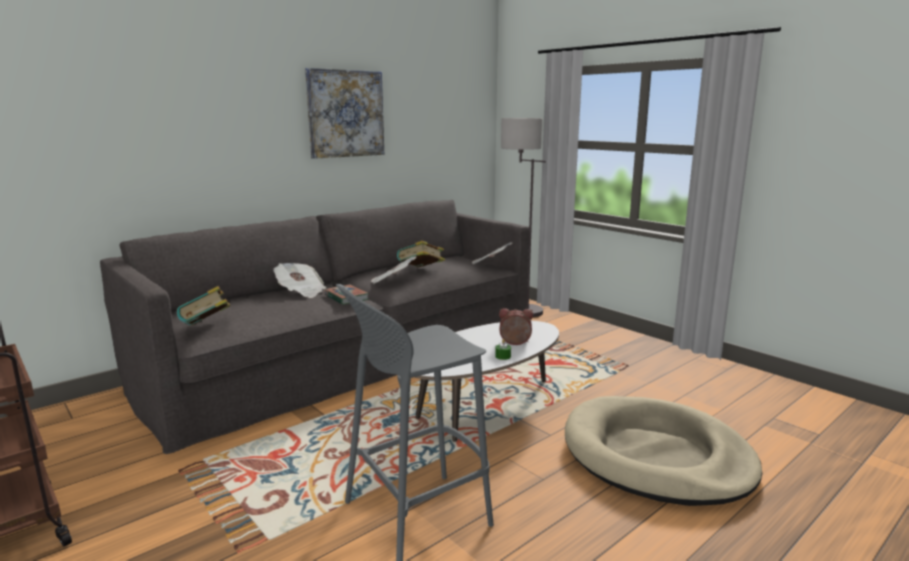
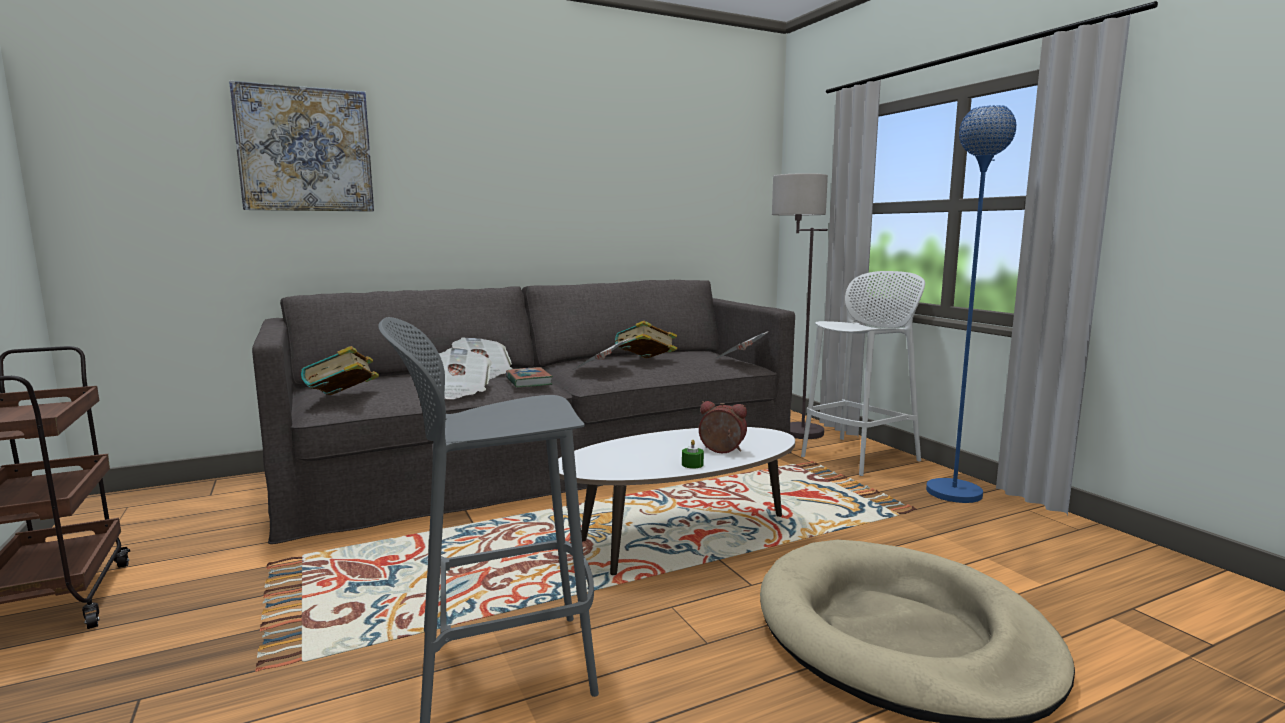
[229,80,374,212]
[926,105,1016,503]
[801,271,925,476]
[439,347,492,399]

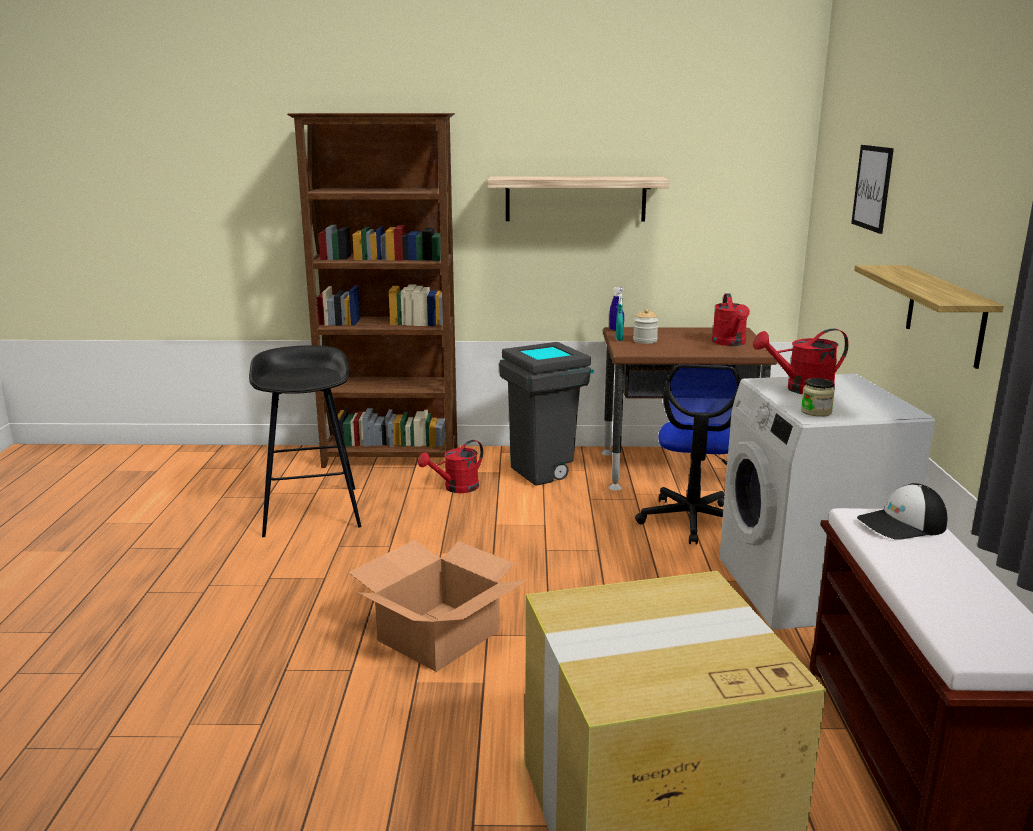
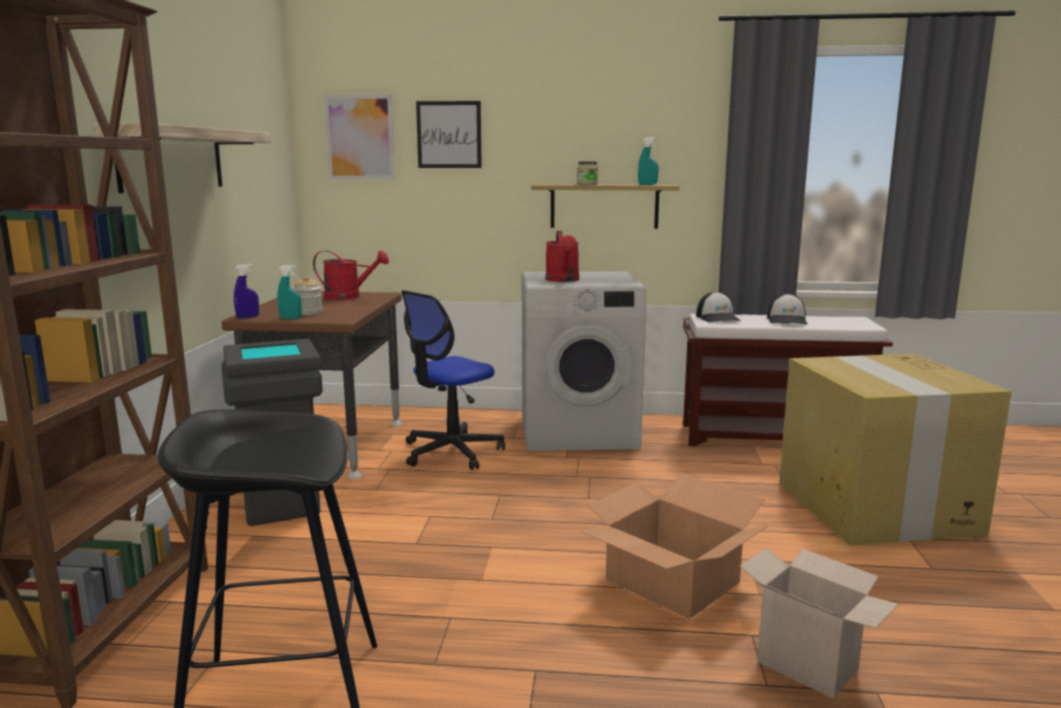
[401,290,505,470]
[577,162,598,185]
[418,440,483,493] (first image)
[324,95,395,180]
[638,137,659,185]
[767,294,808,325]
[740,548,899,698]

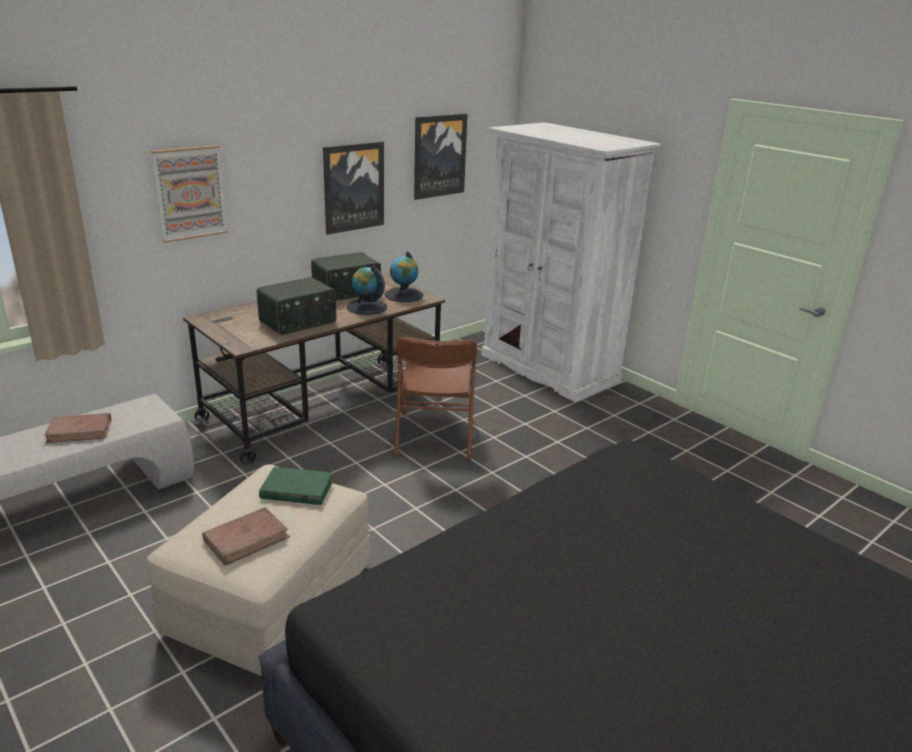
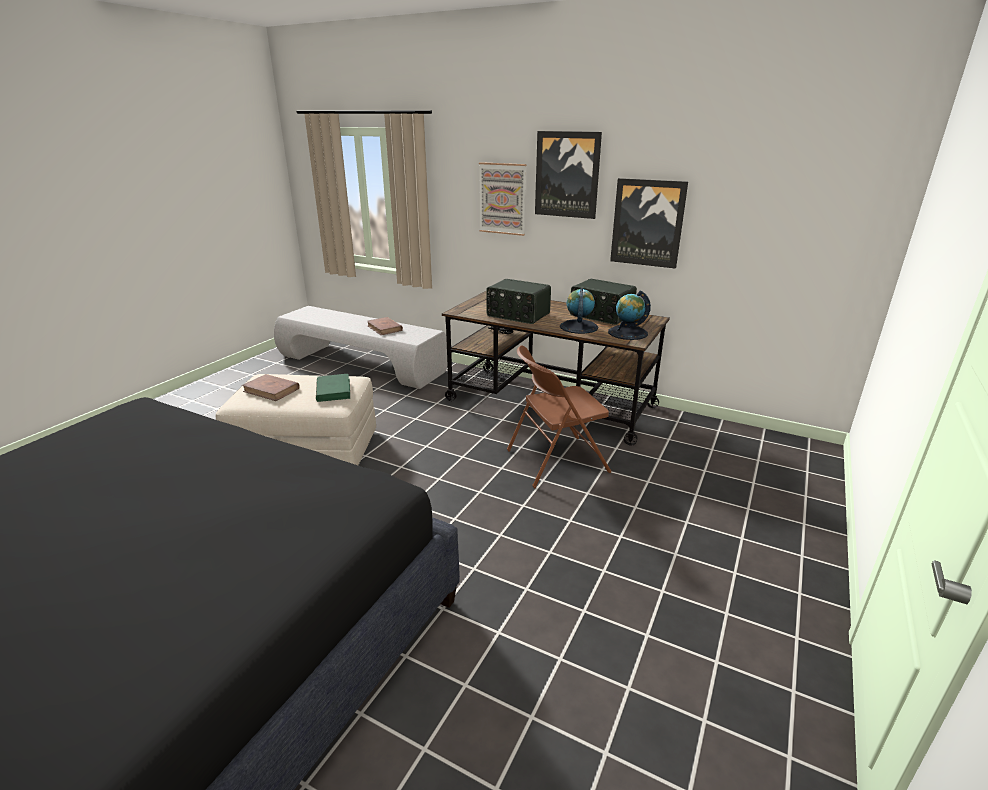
[535,131,602,219]
[481,122,661,402] (first image)

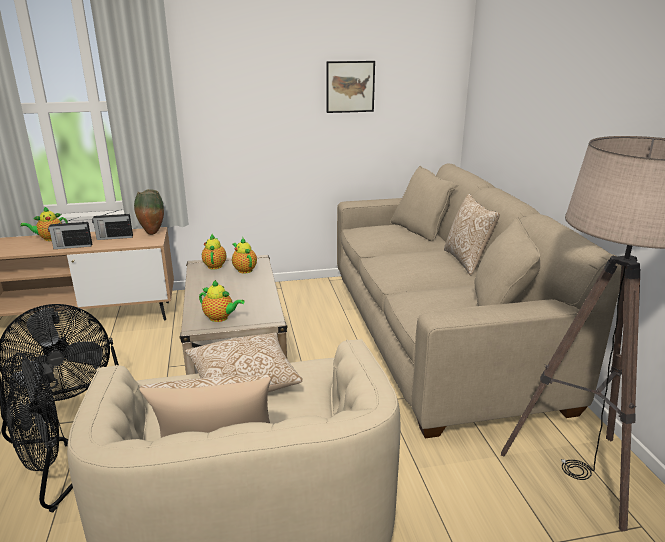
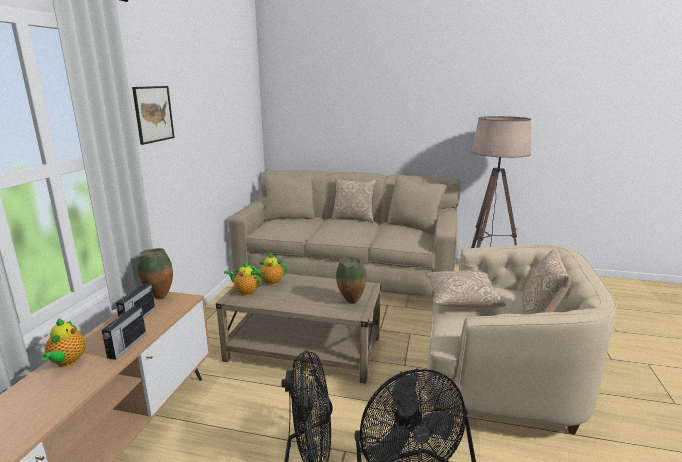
[132,86,175,145]
[336,257,366,304]

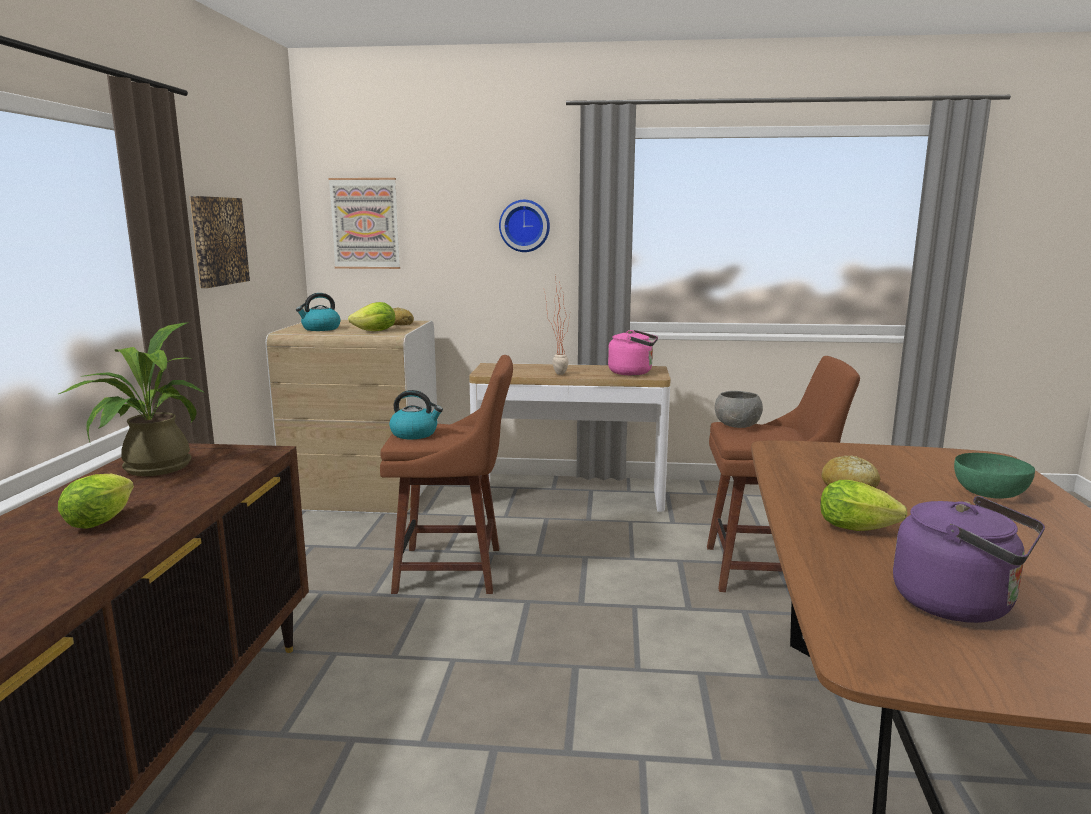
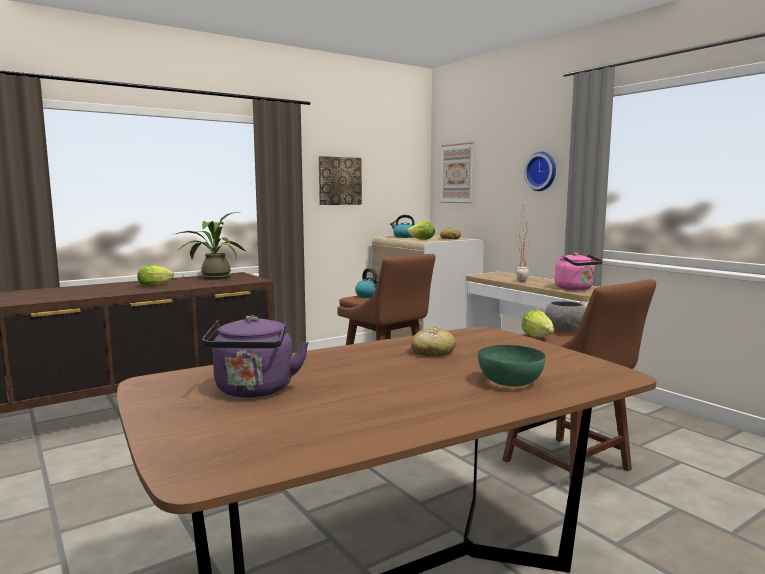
[522,310,554,337]

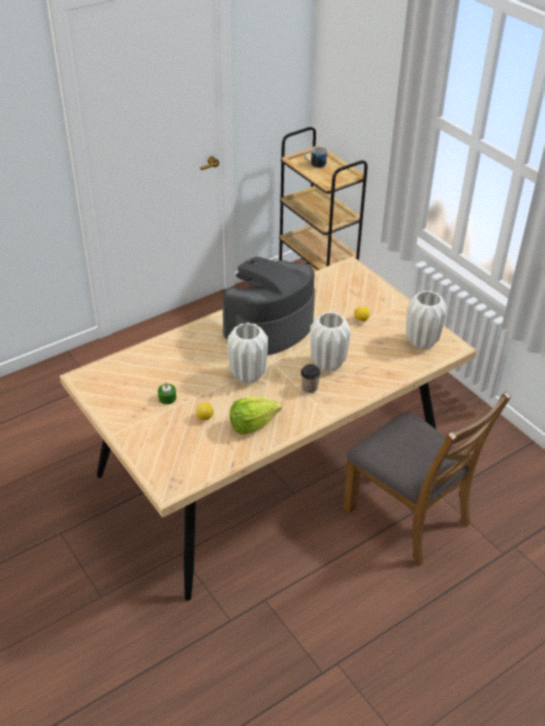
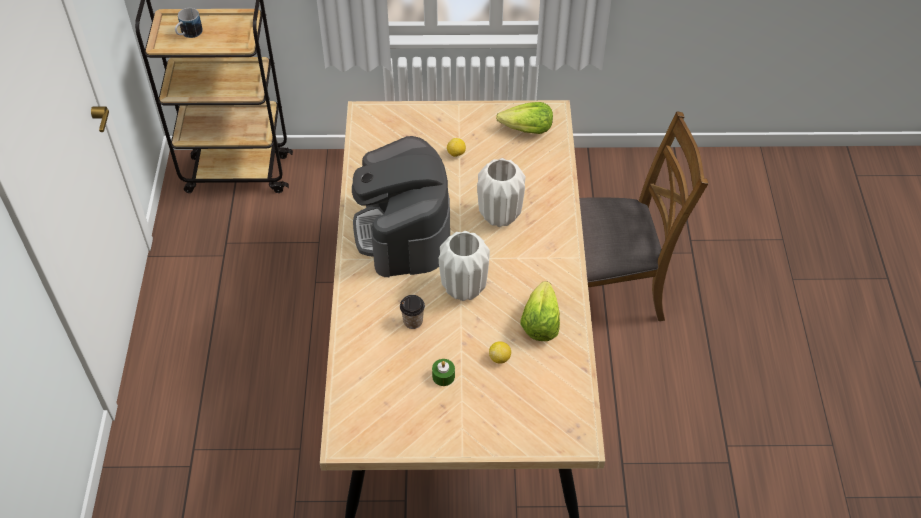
[496,102,553,134]
[400,295,425,329]

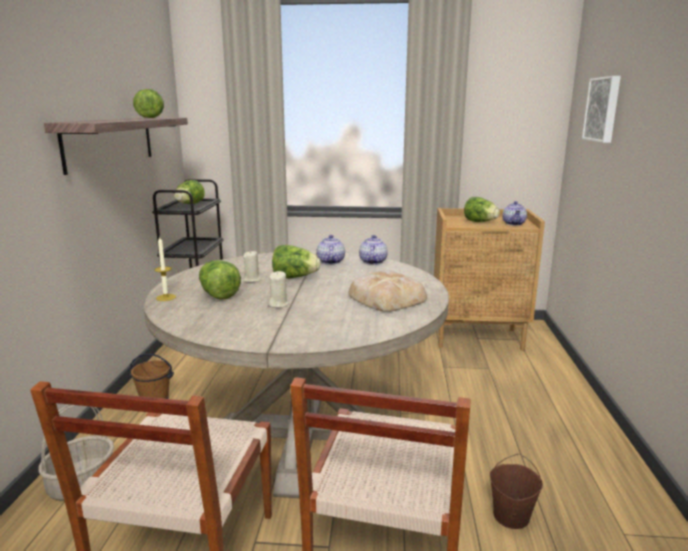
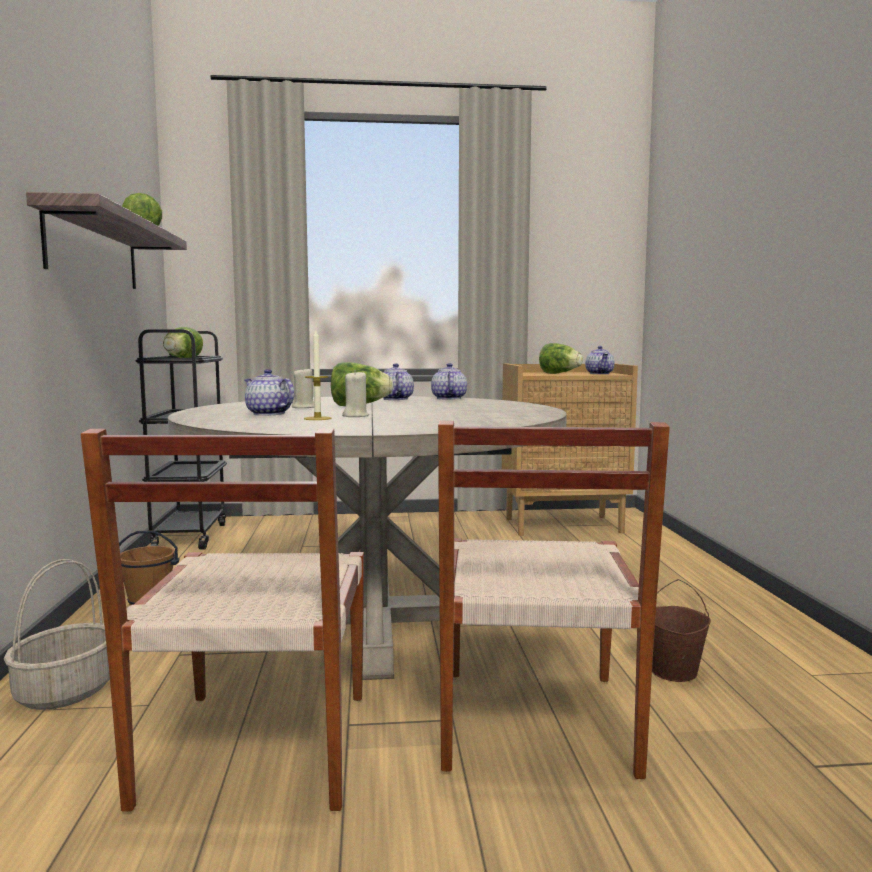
[582,76,621,143] (first image)
[304,330,331,420]
[245,369,294,416]
[348,270,427,312] (first image)

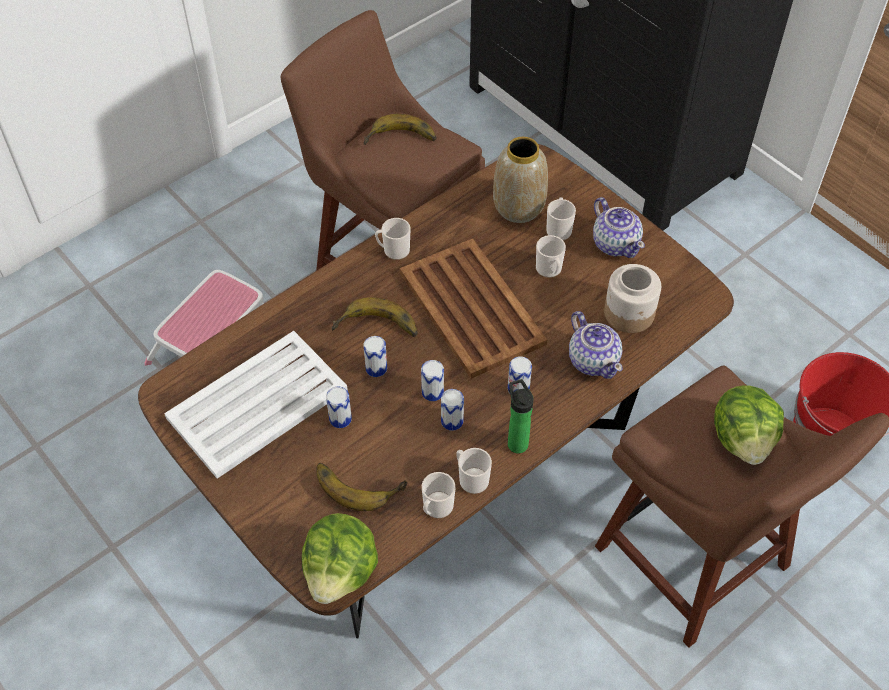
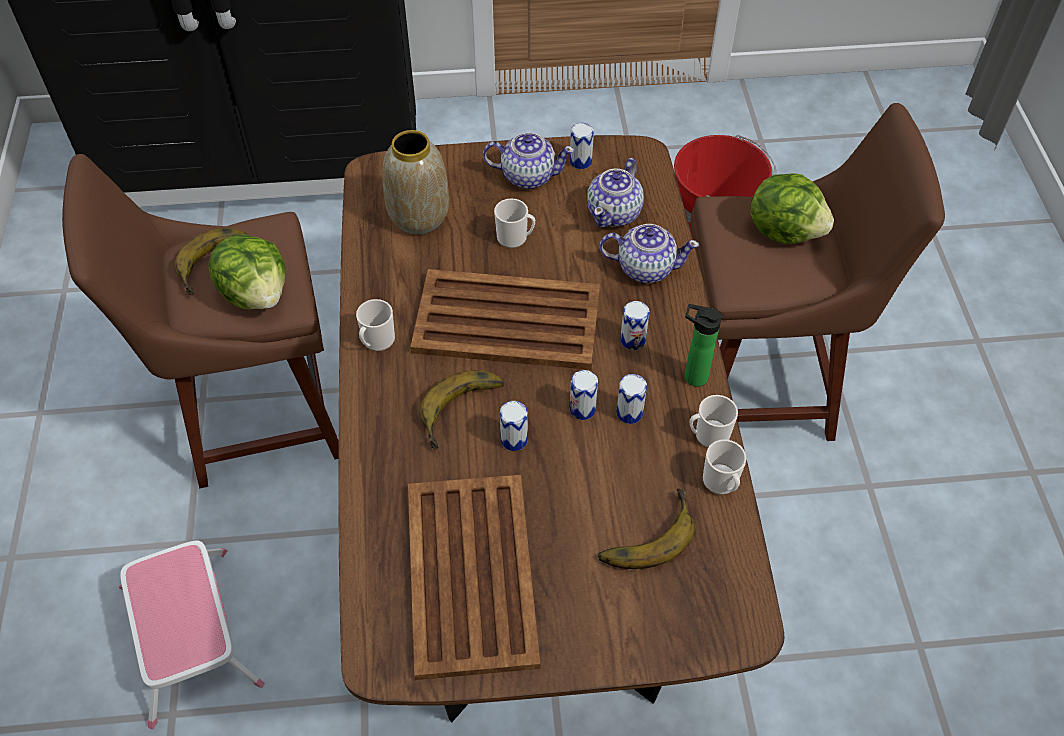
[546,197,576,240] (first image)
[587,158,644,228]
[408,475,540,680]
[570,123,594,169]
[209,234,285,309]

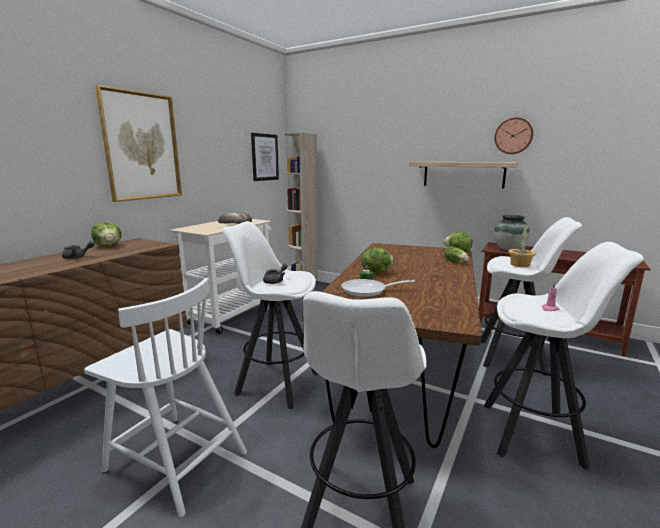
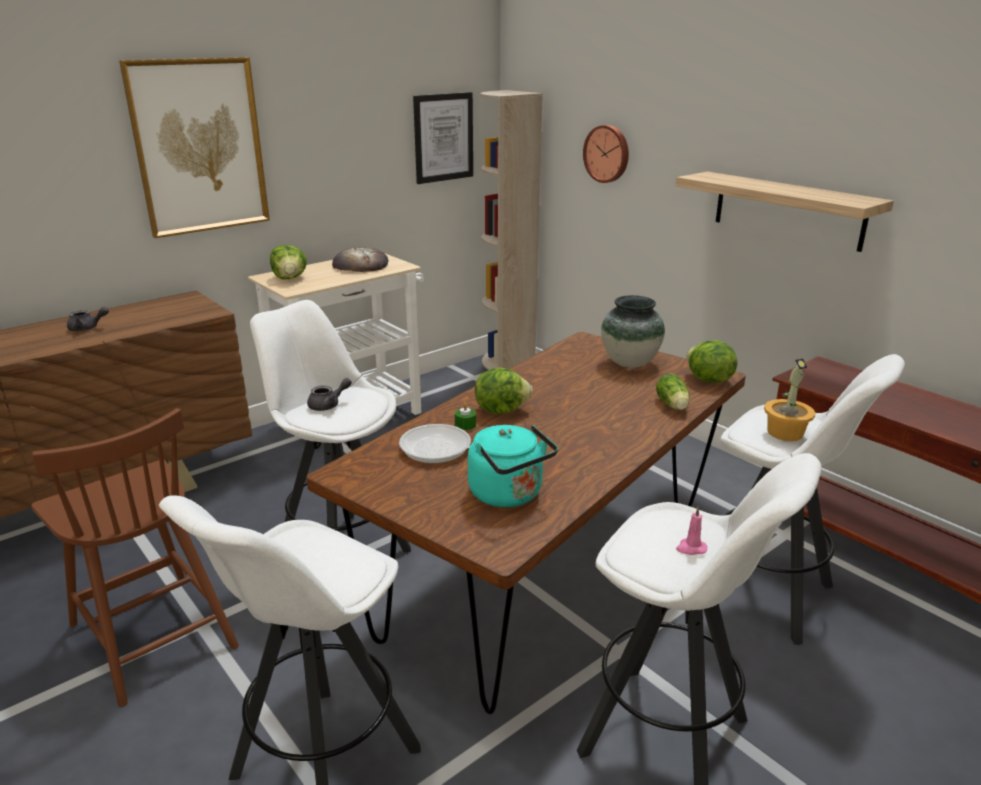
[583,125,629,183]
[601,295,665,368]
[270,245,307,279]
[31,408,239,707]
[468,425,558,507]

